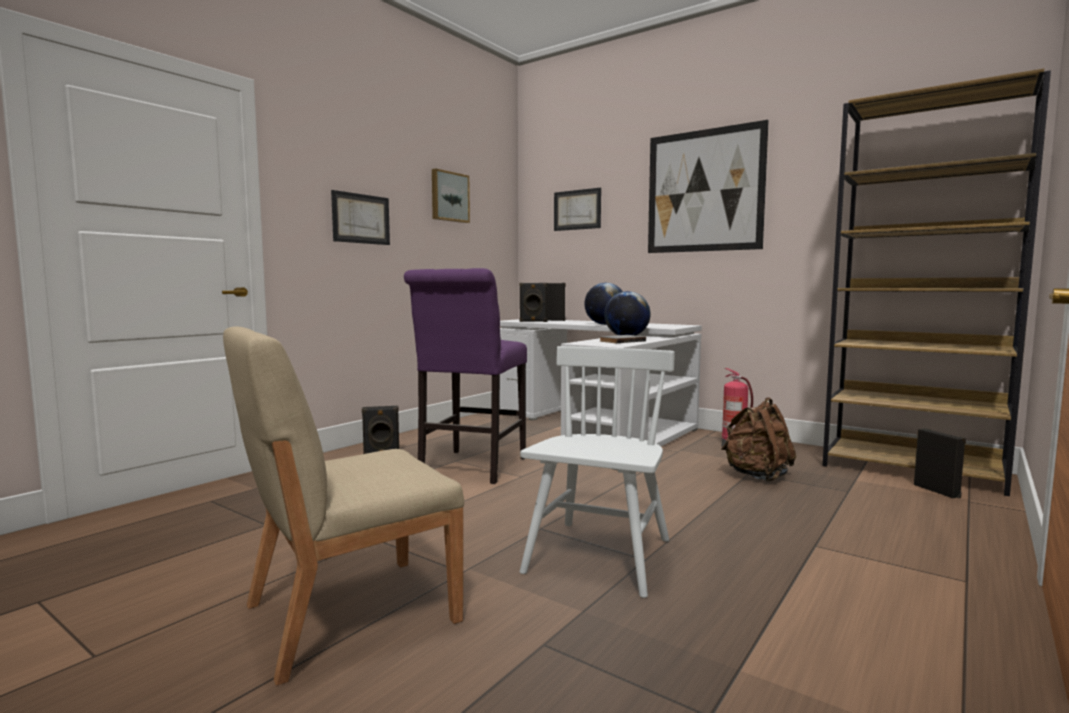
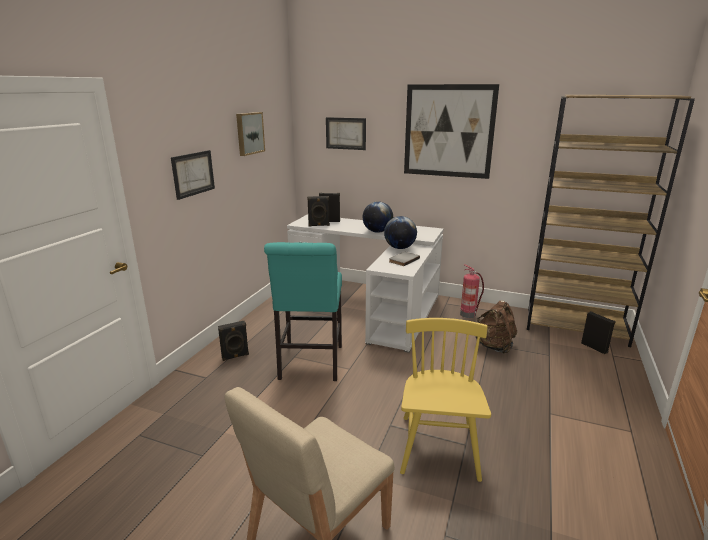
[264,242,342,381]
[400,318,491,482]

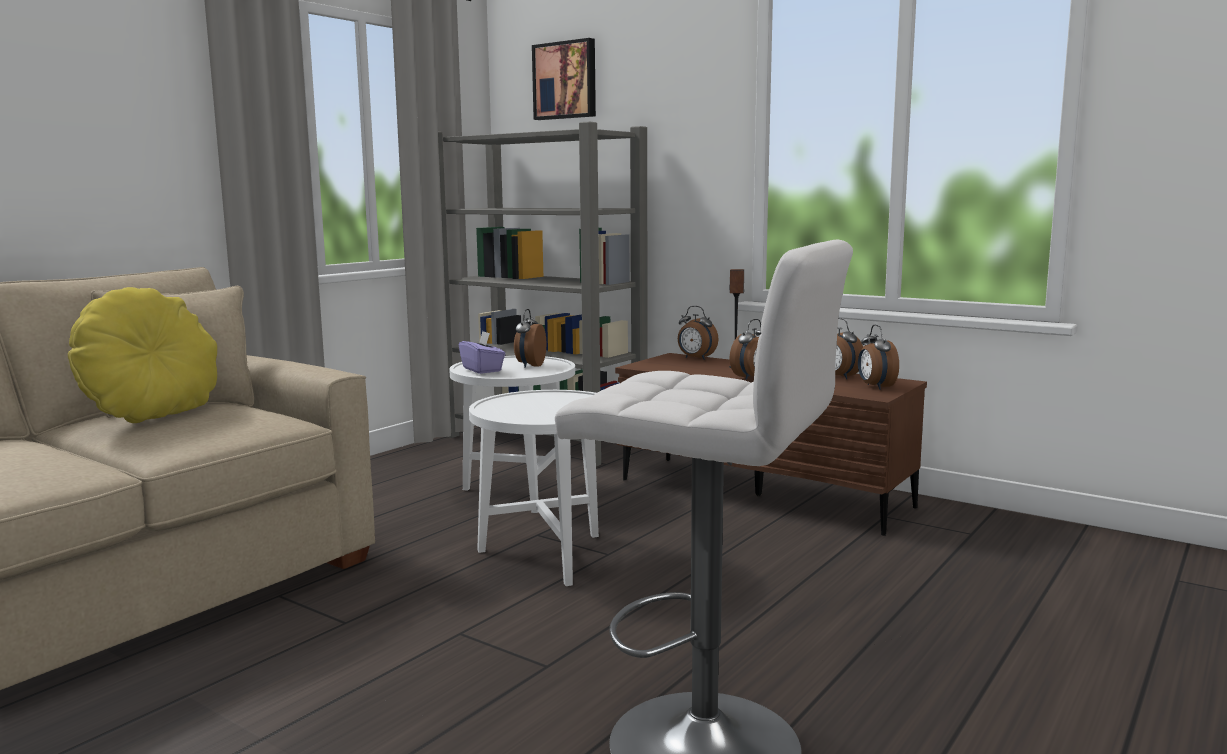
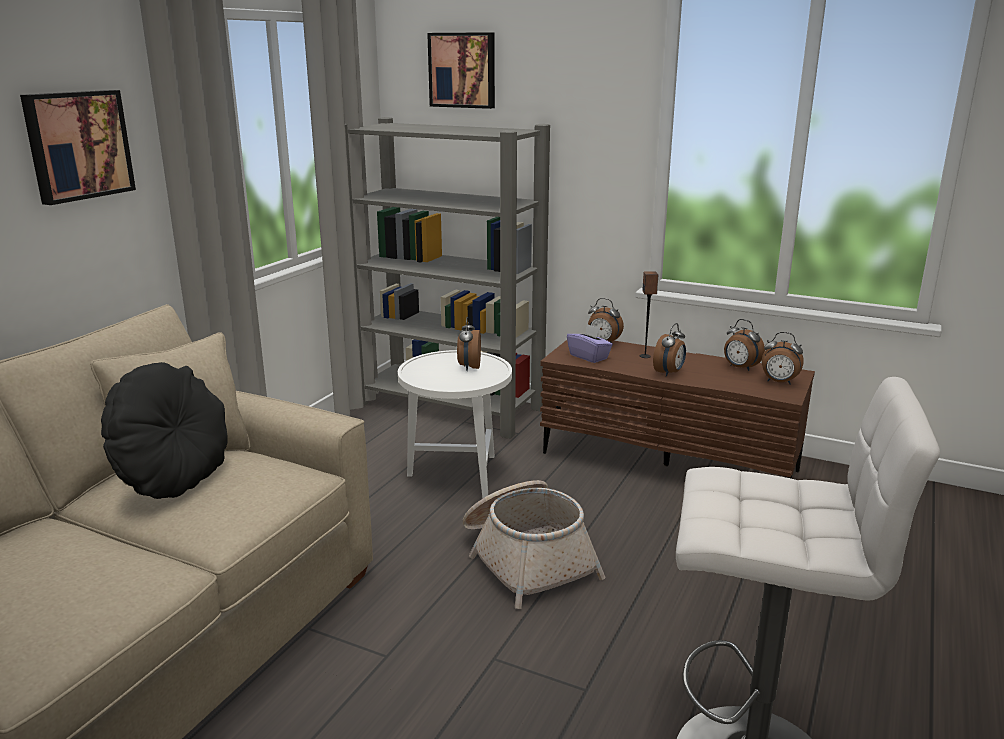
[101,362,228,499]
[762,332,804,385]
[567,324,613,363]
[463,480,605,609]
[20,90,136,205]

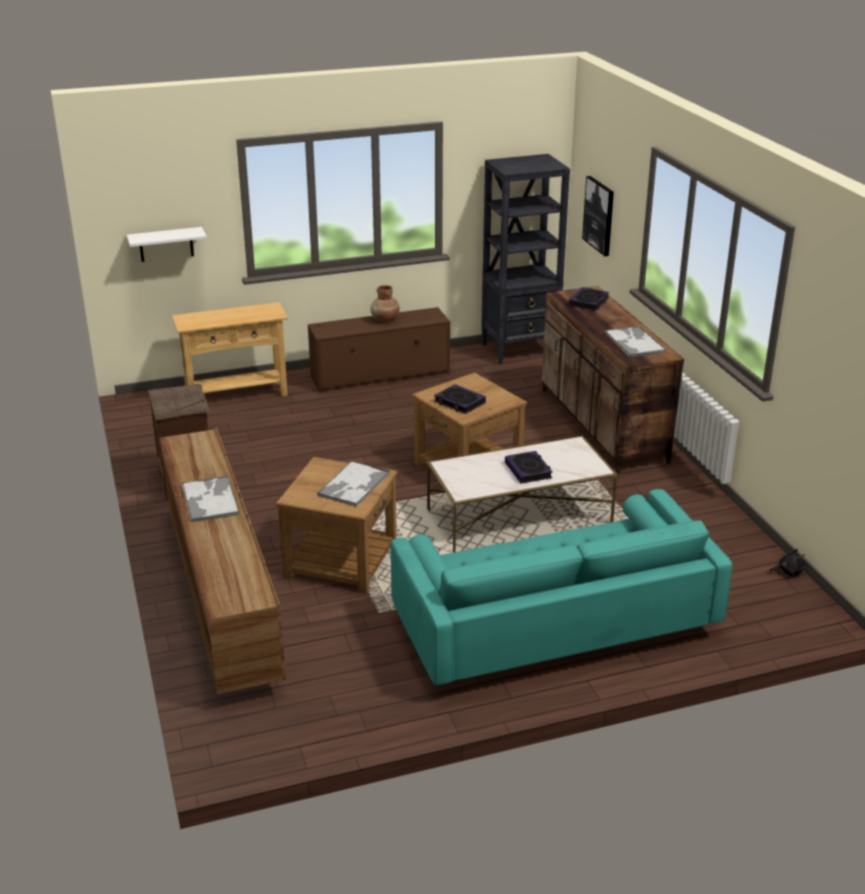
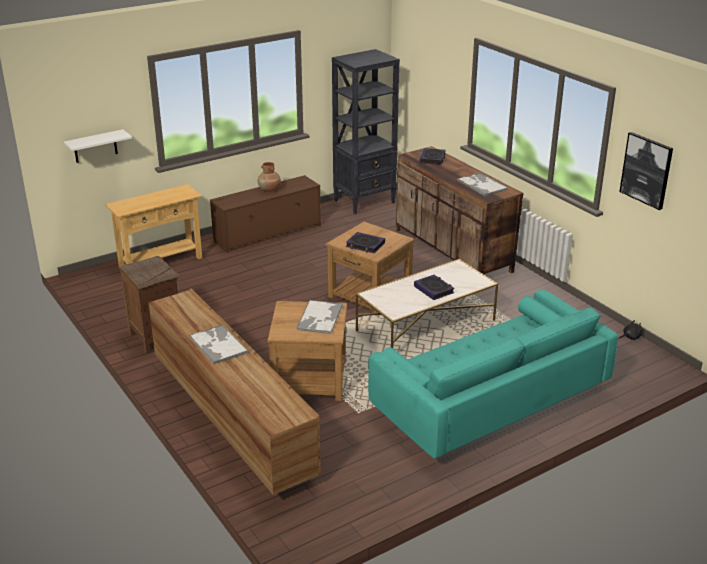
[619,132,673,210]

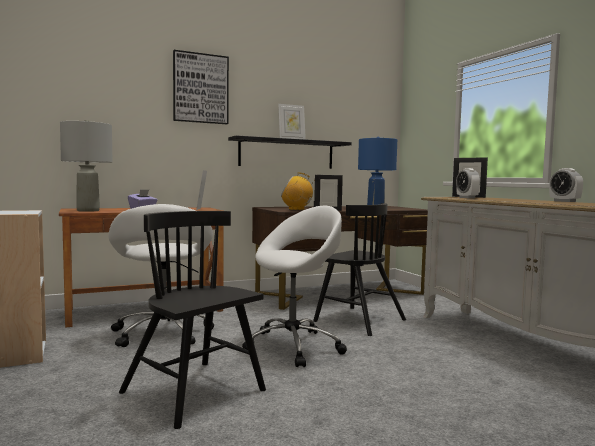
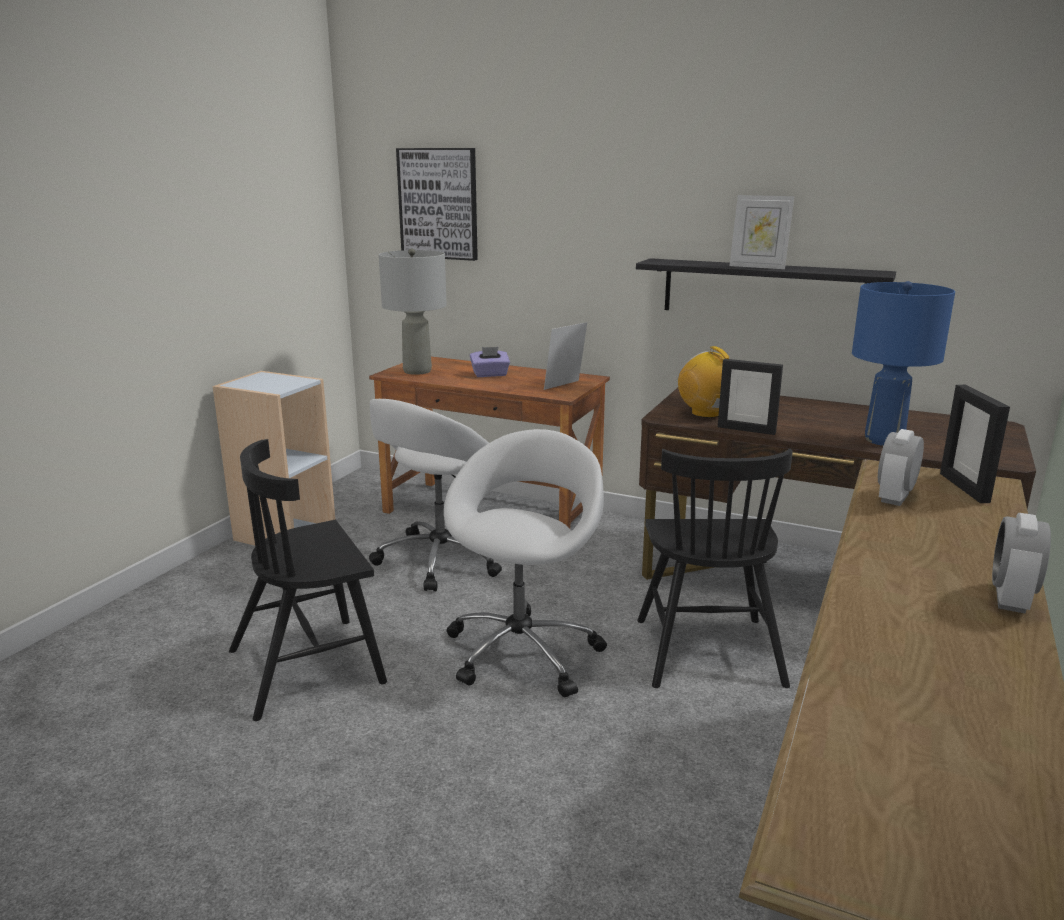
[396,148,478,261]
[444,429,607,697]
[229,439,387,721]

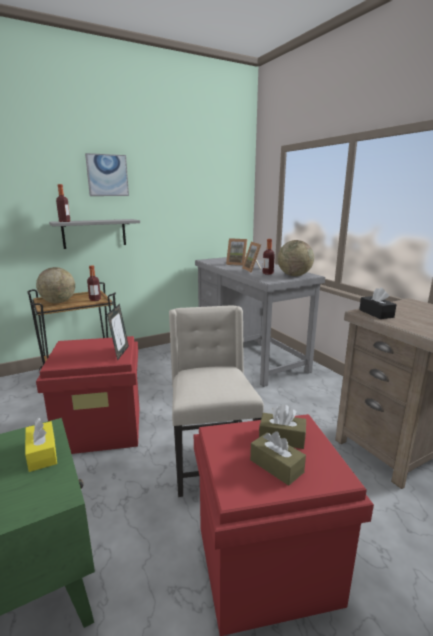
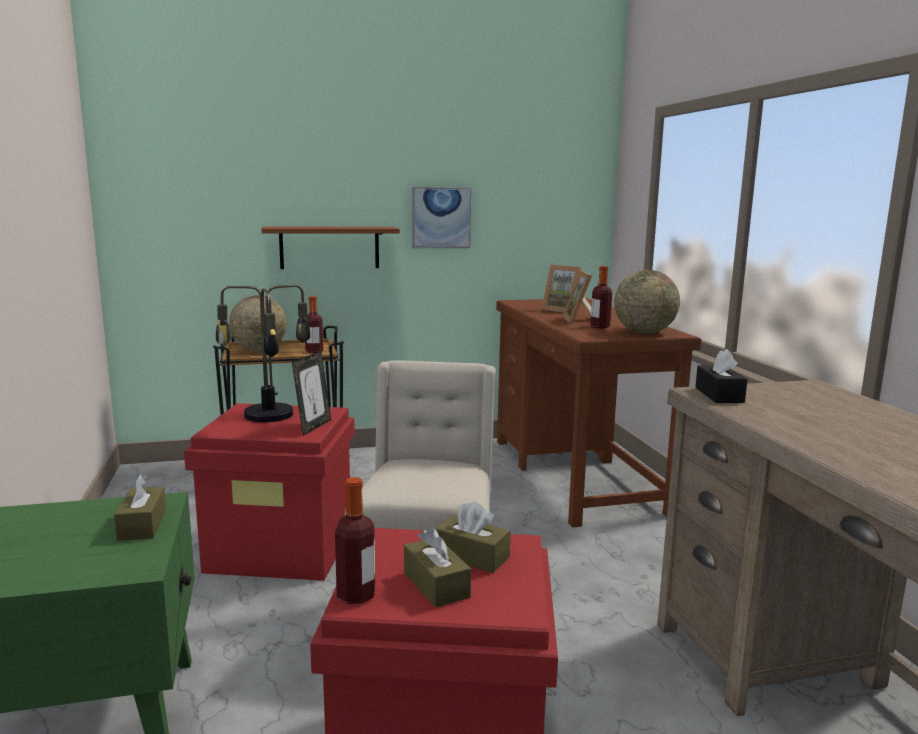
[412,187,471,248]
[335,477,375,604]
[262,226,400,269]
[496,298,701,527]
[114,474,166,541]
[216,285,310,422]

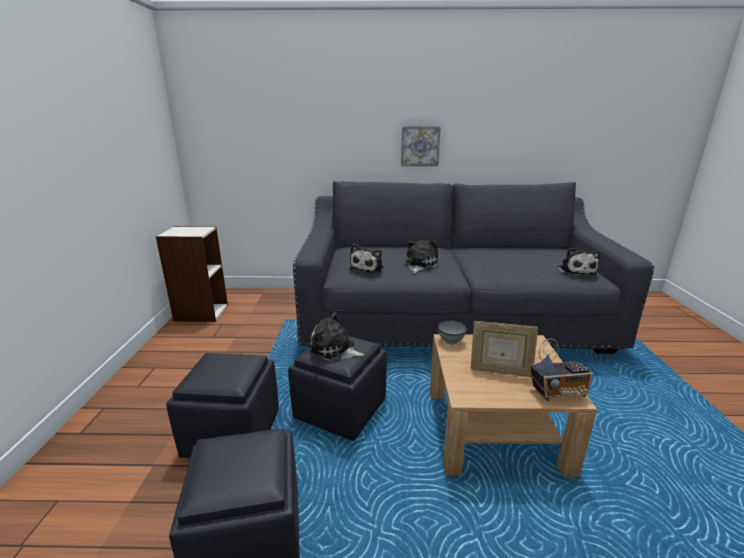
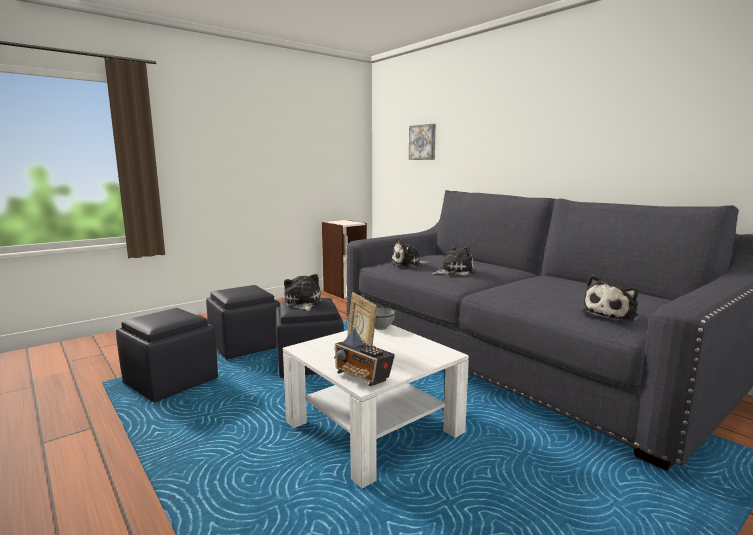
[409,124,436,160]
[283,324,469,488]

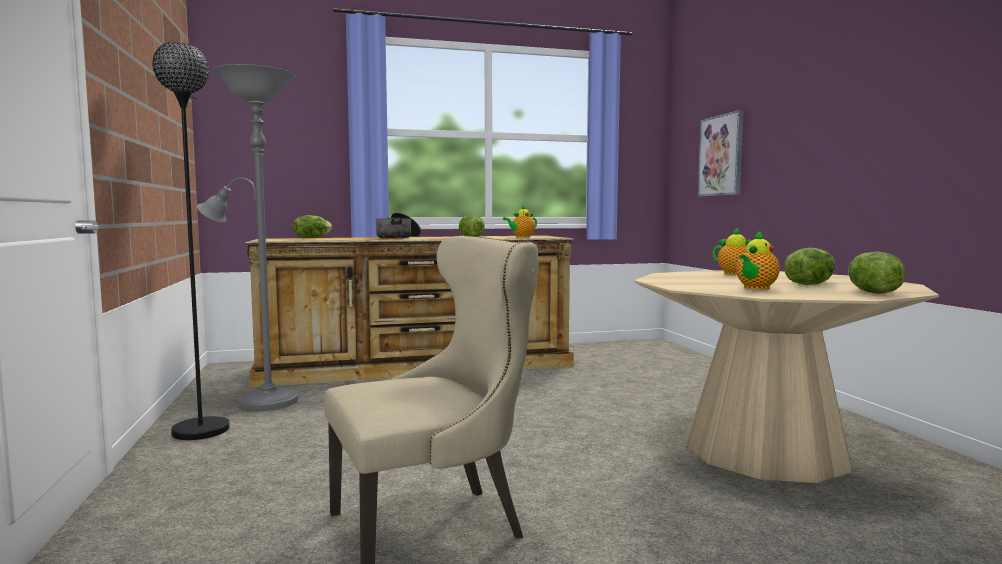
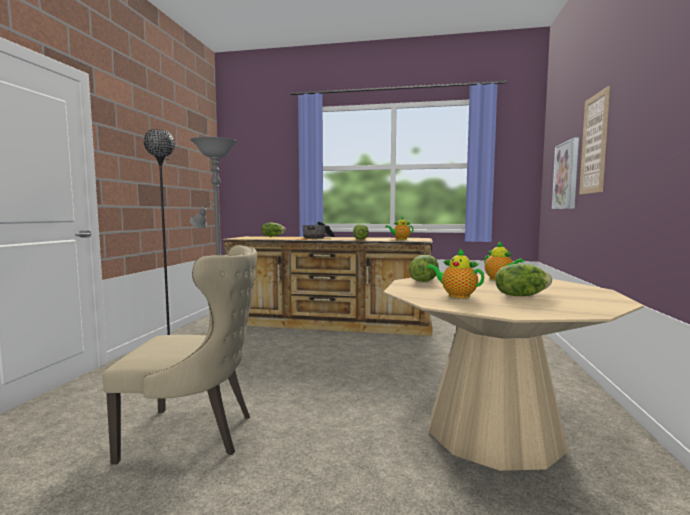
[427,248,484,298]
[409,255,439,282]
[579,86,610,194]

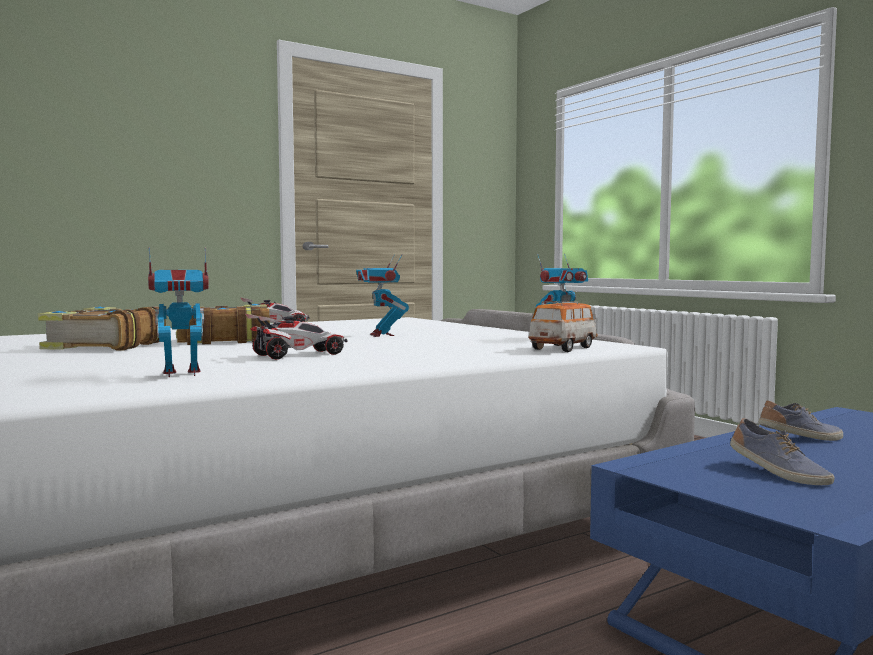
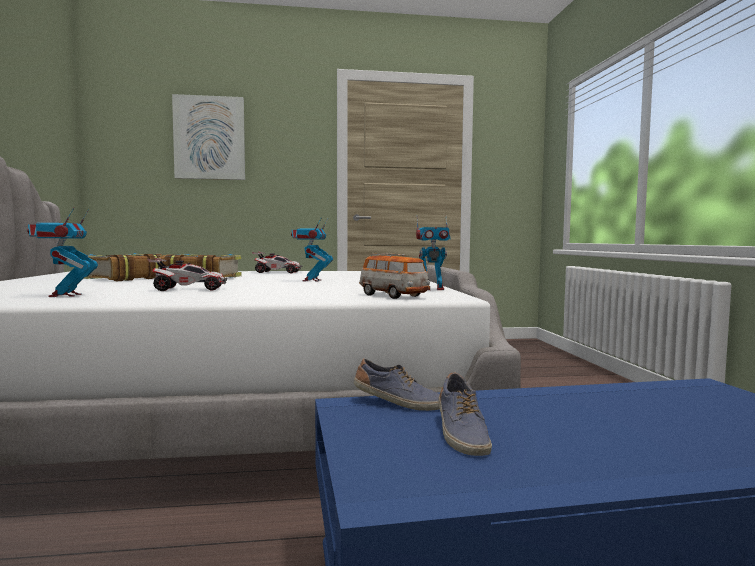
[27,207,98,297]
[359,253,430,299]
[353,358,440,411]
[172,94,245,180]

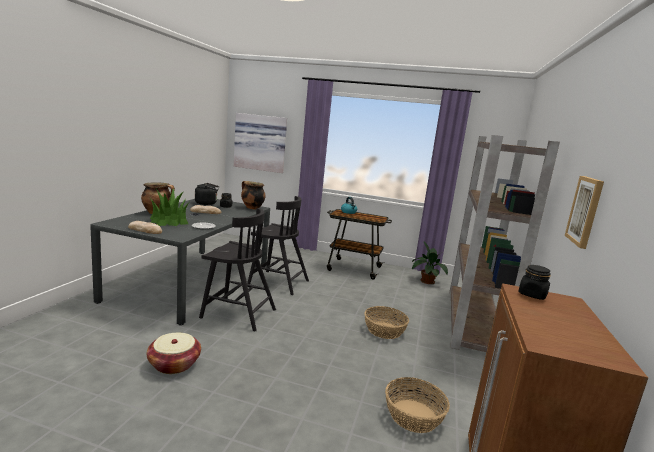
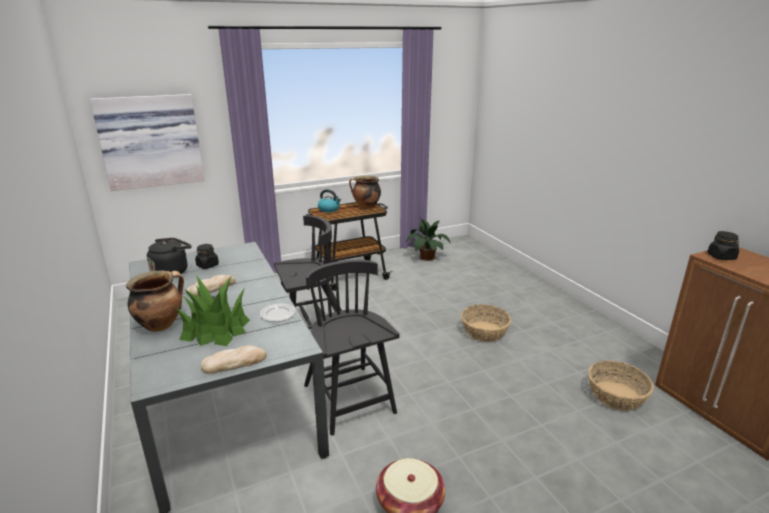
[450,135,560,352] (first image)
[565,176,604,249] (first image)
[349,176,381,209]
[304,259,399,436]

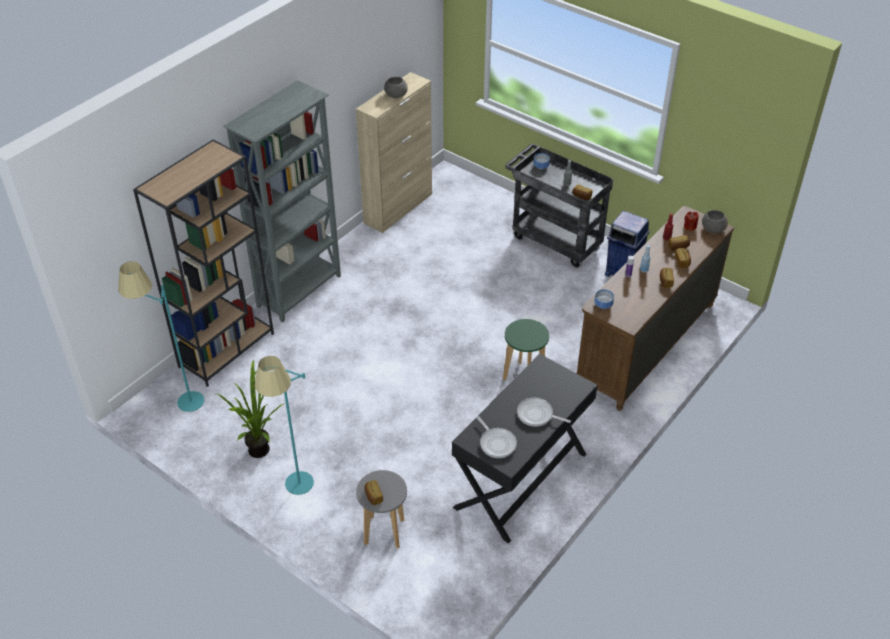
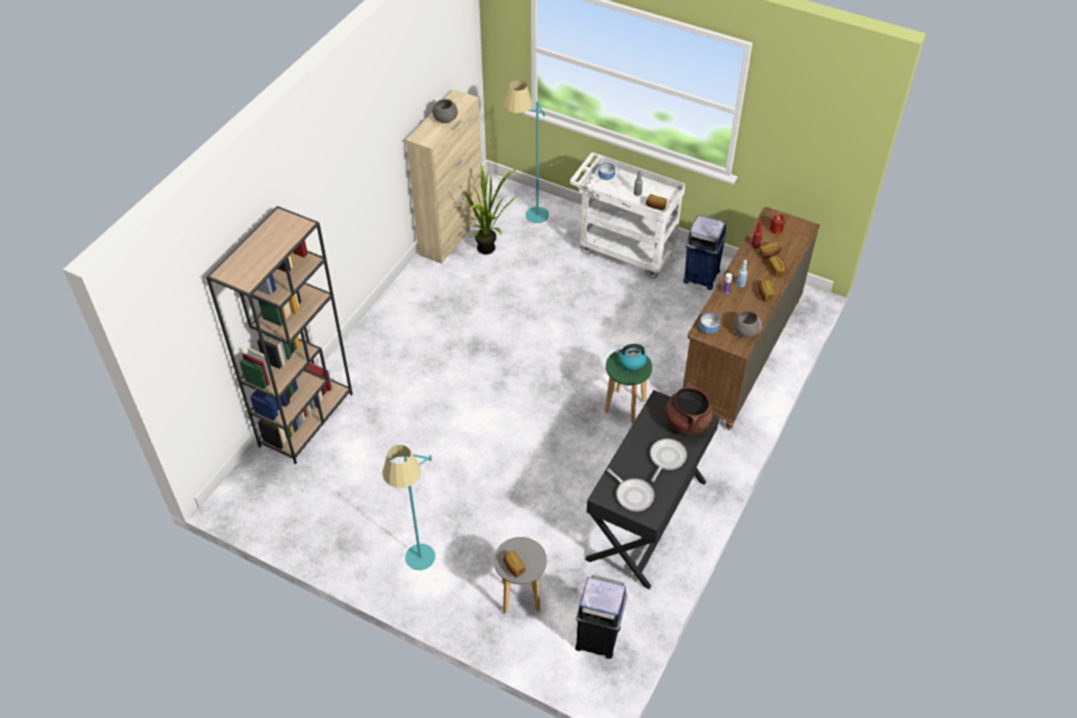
[223,80,341,323] (first image)
[570,153,685,278]
[733,311,762,338]
[504,80,549,223]
[463,165,519,255]
[650,439,687,482]
[615,344,647,371]
[665,381,713,435]
[575,575,628,659]

